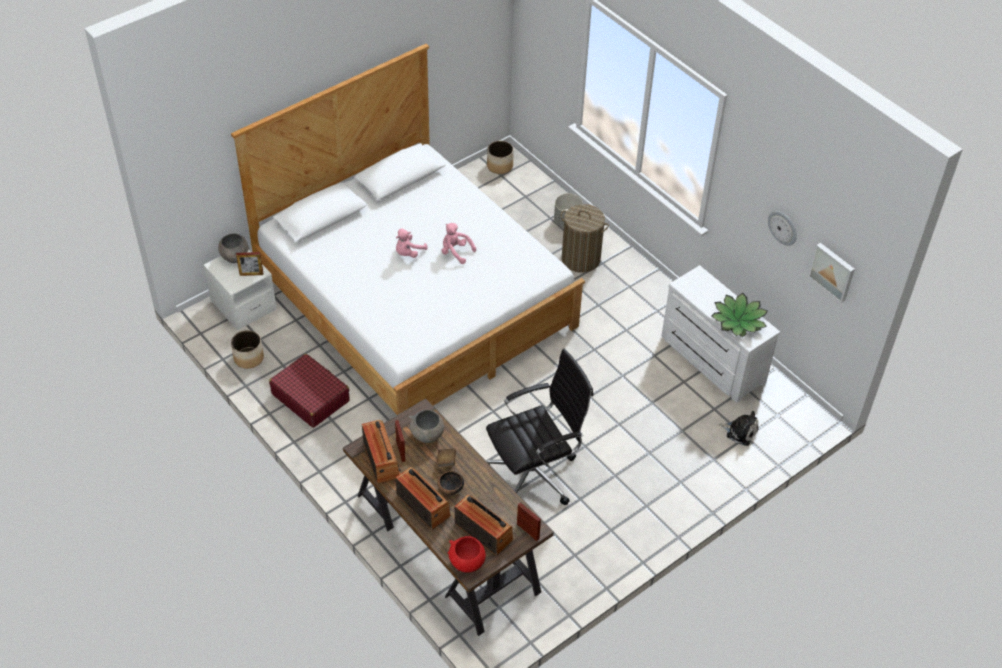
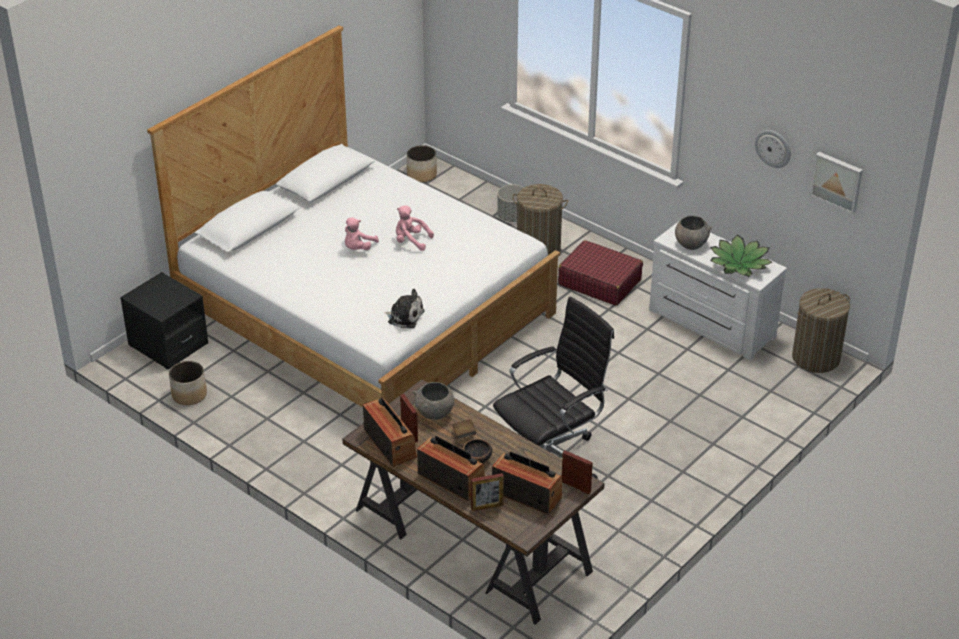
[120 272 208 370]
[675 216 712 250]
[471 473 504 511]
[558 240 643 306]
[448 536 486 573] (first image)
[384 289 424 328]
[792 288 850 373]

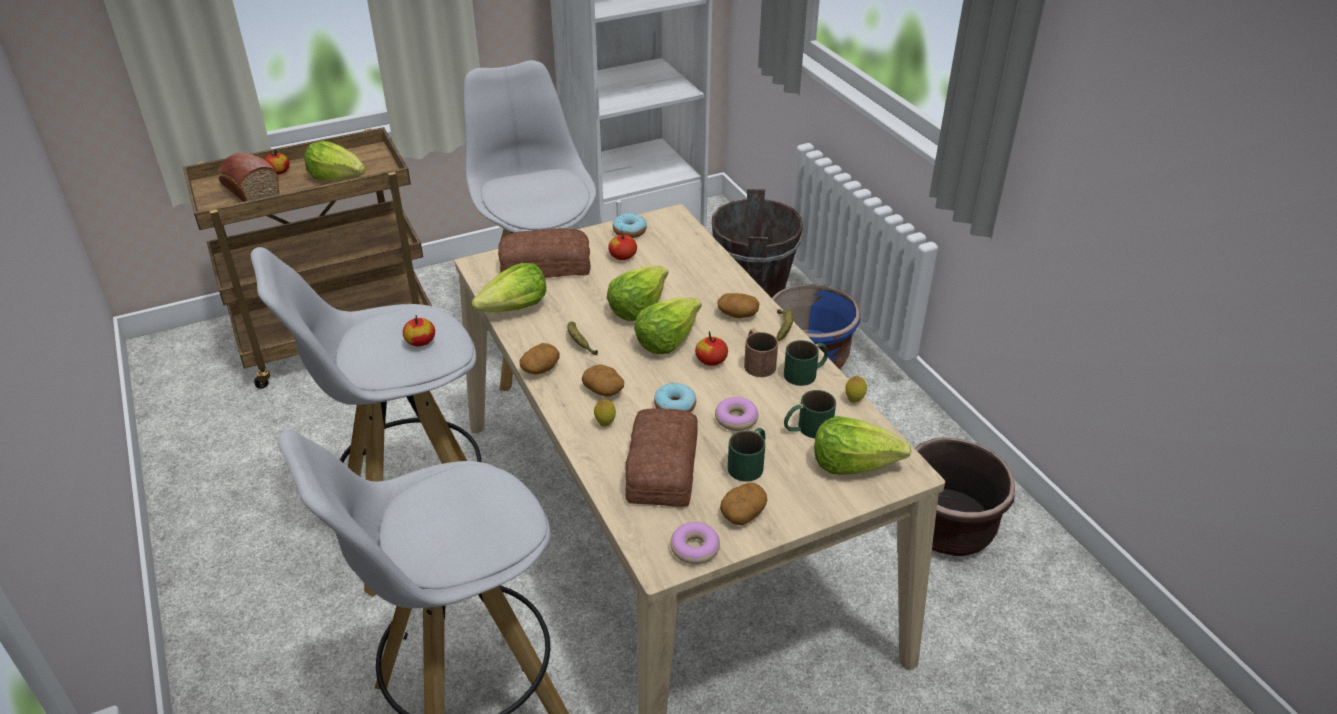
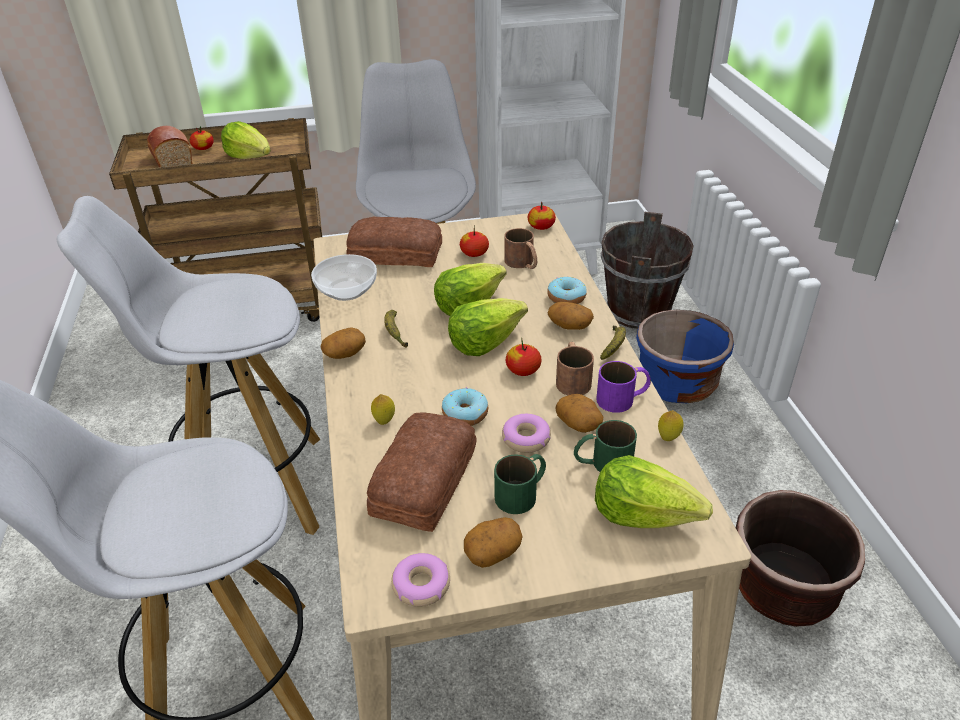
[528 202 556 230]
[311 254 377 301]
[555 394 603 433]
[547 276 587 304]
[596 361 651 413]
[504 228 537 269]

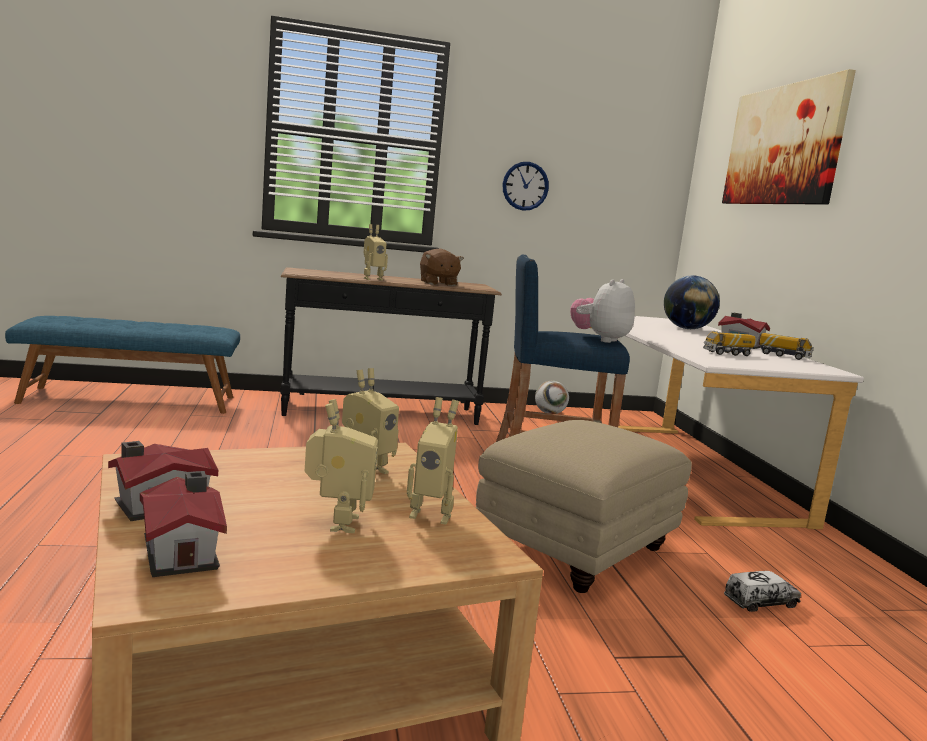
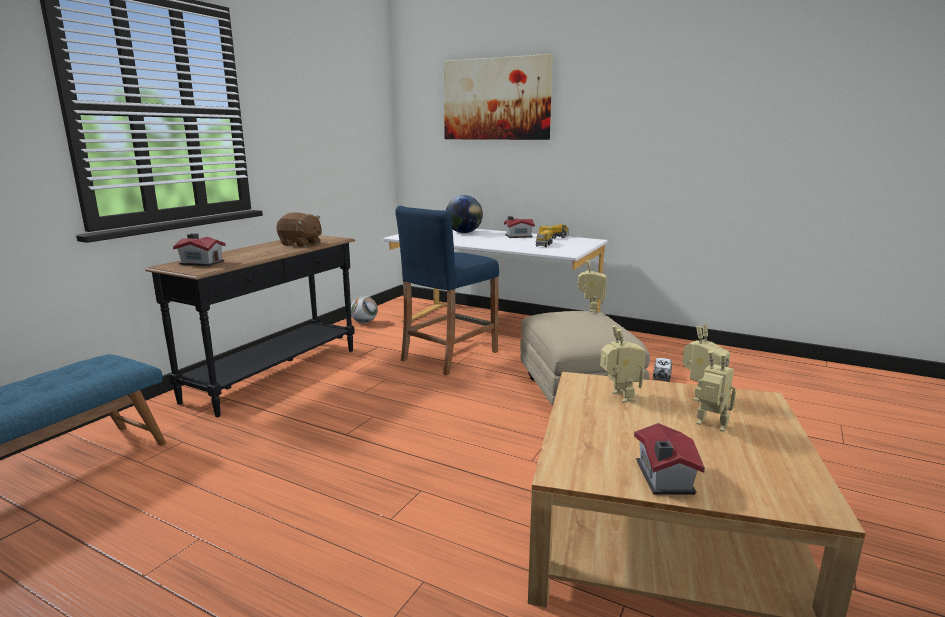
[173 233 226 266]
[578 260 607 313]
[503 162 549 211] (first image)
[570 279 635 343] (first image)

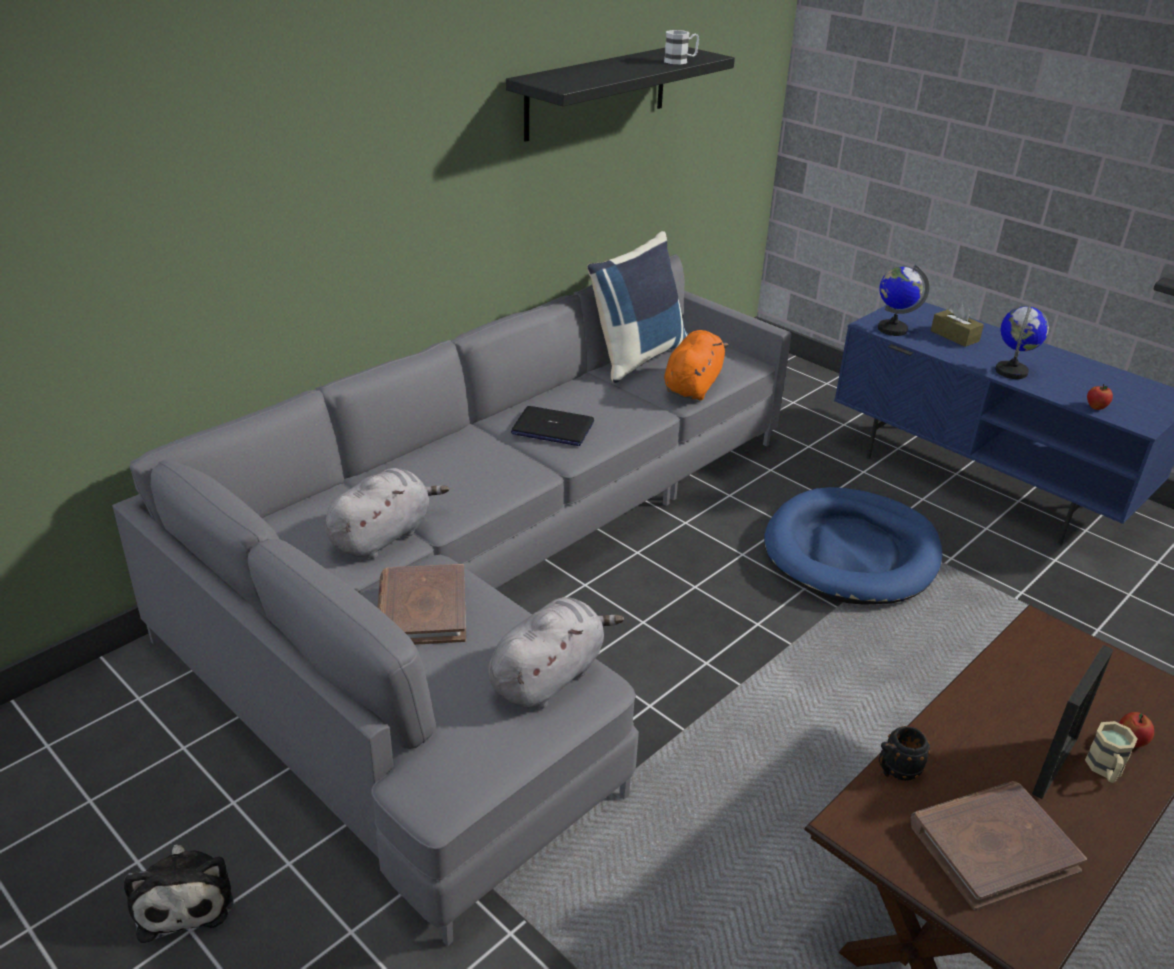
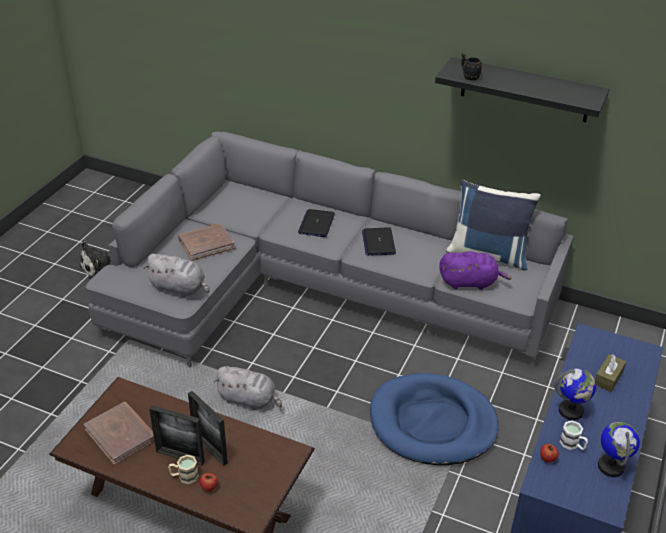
[214 366 282 410]
[559 421 588 450]
[439 251 512 290]
[598 422 640 477]
[461 53 482 80]
[188 391 228 466]
[298 209 335 237]

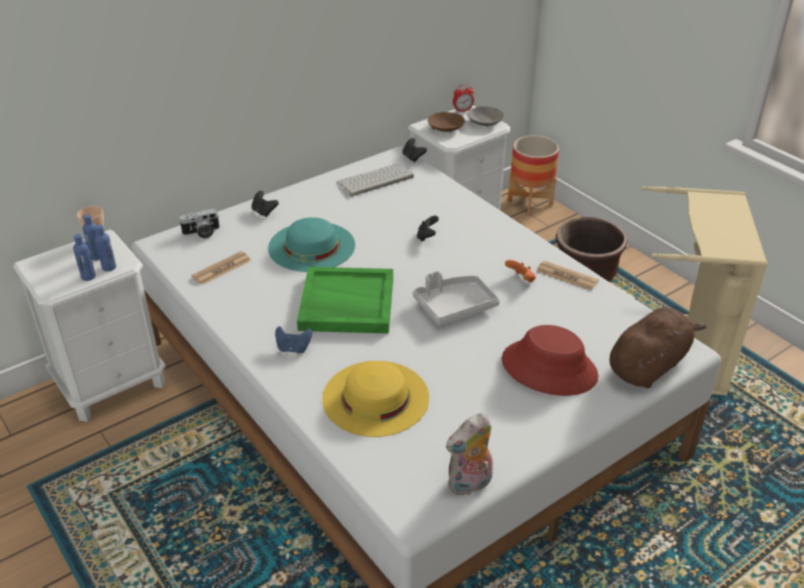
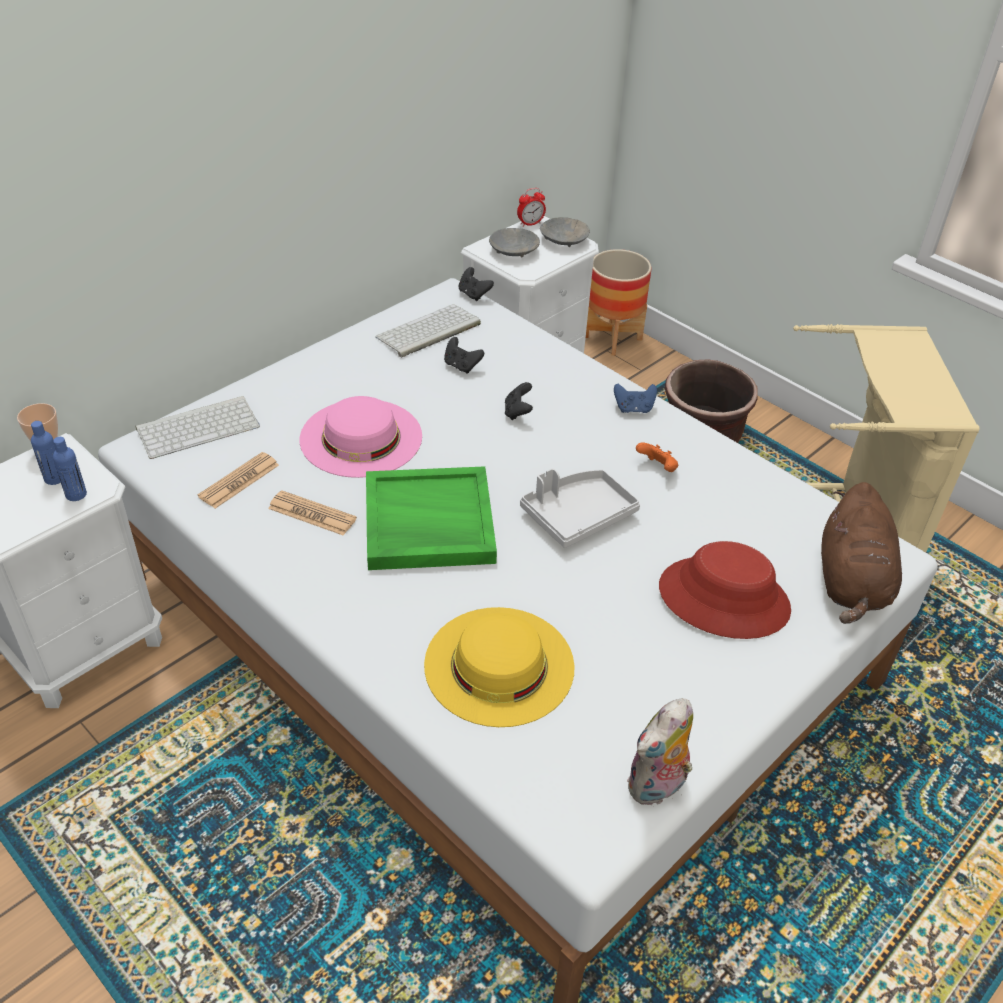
[73 234 96 281] (first image)
[135 396 260 459]
[444 337 484 374]
[300 396 422 478]
[614 383 657 413]
[489 228 540 257]
[268 490 357 536]
[821 482 902 624]

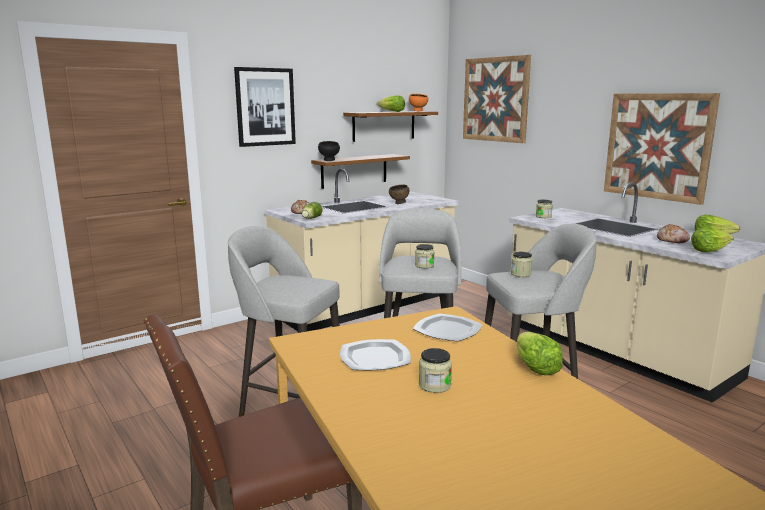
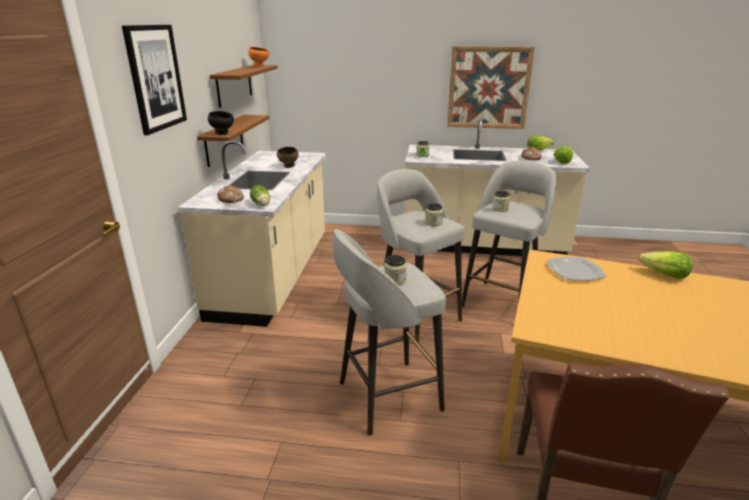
[340 339 411 370] (first image)
[378 95 405 112] (first image)
[384 255 407 285]
[463 55 531 143] (first image)

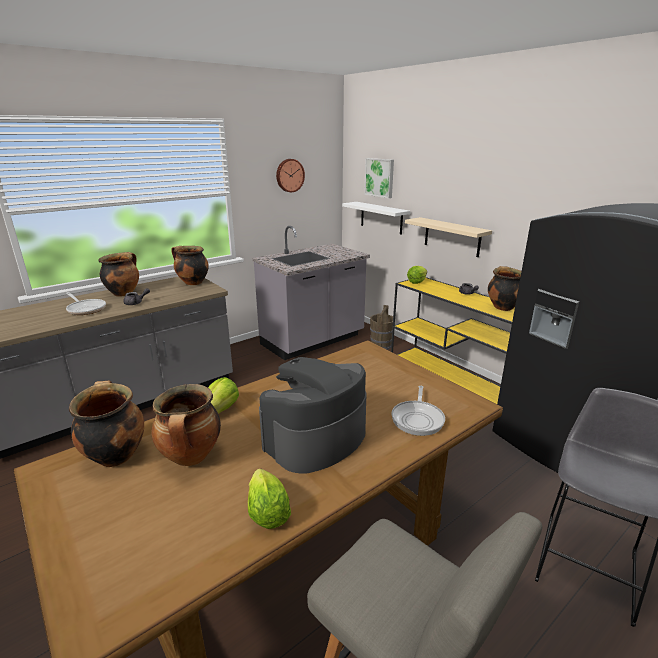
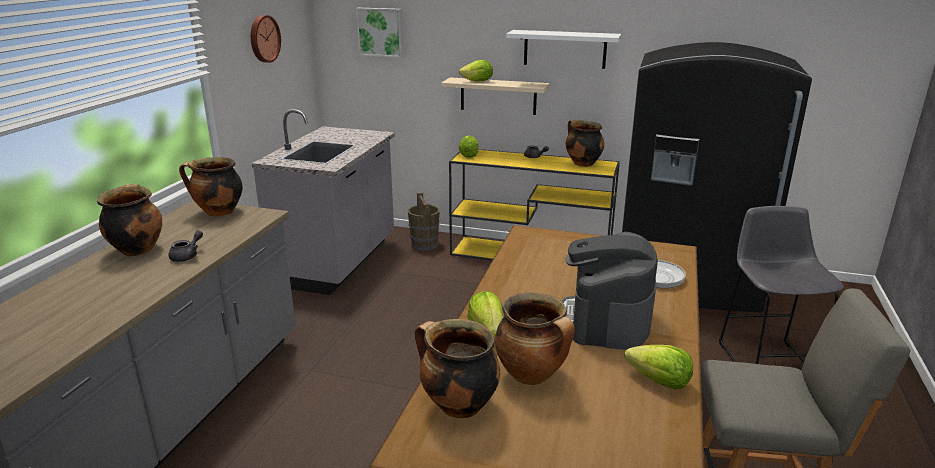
[66 292 106 315] (first image)
[506 30 621 69]
[459 60 493 82]

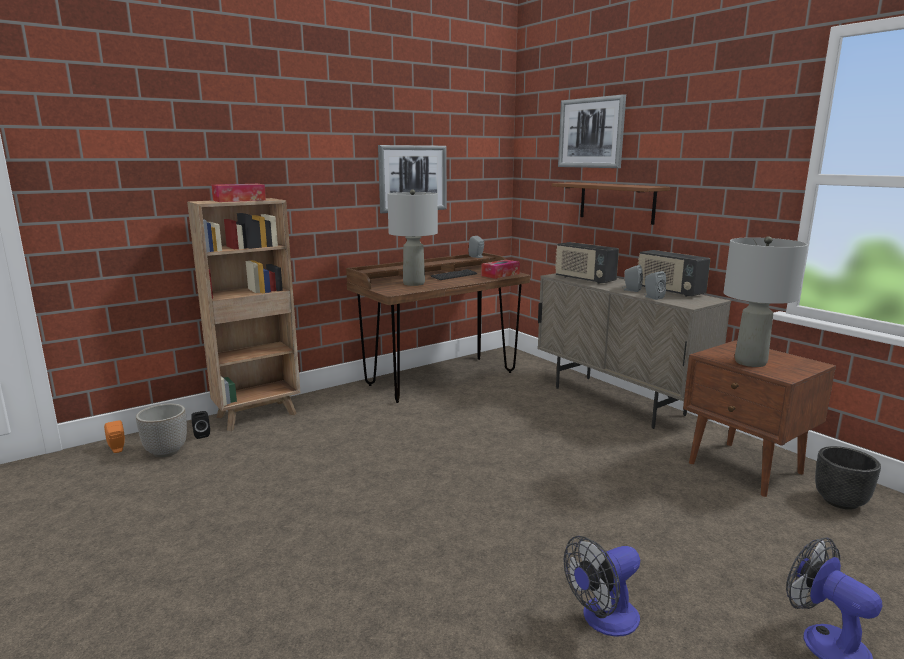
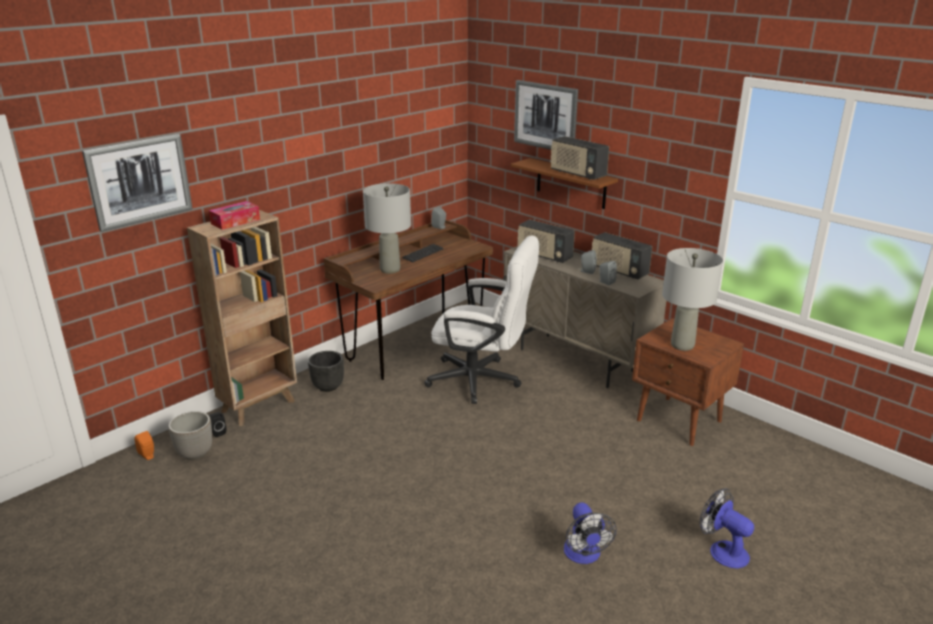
[82 134 193 232]
[481 260 520 279] (first image)
[564 503 617 564]
[308 351 344 392]
[424 236 539 404]
[550 136 609 180]

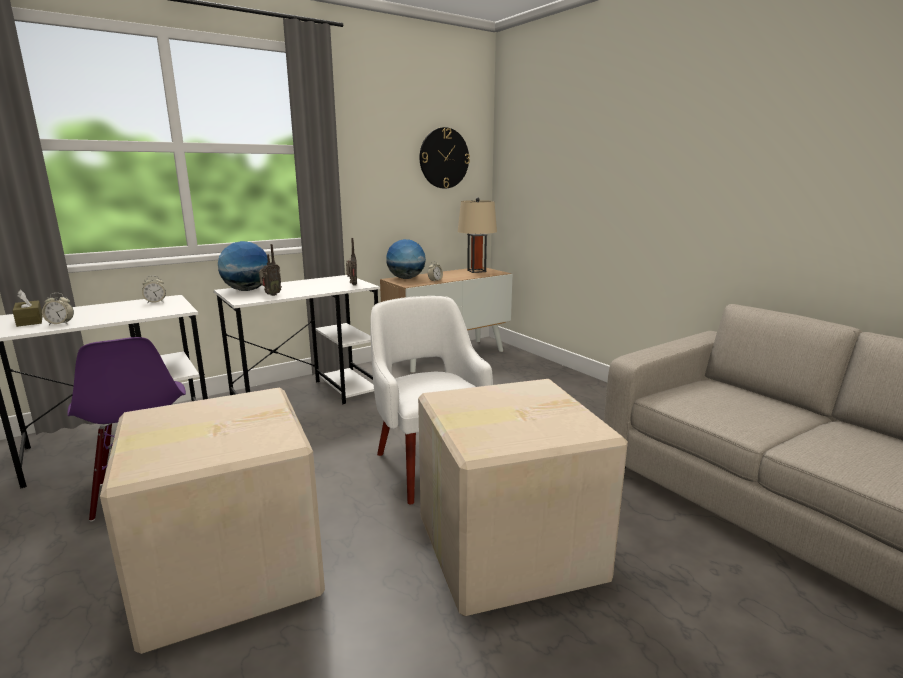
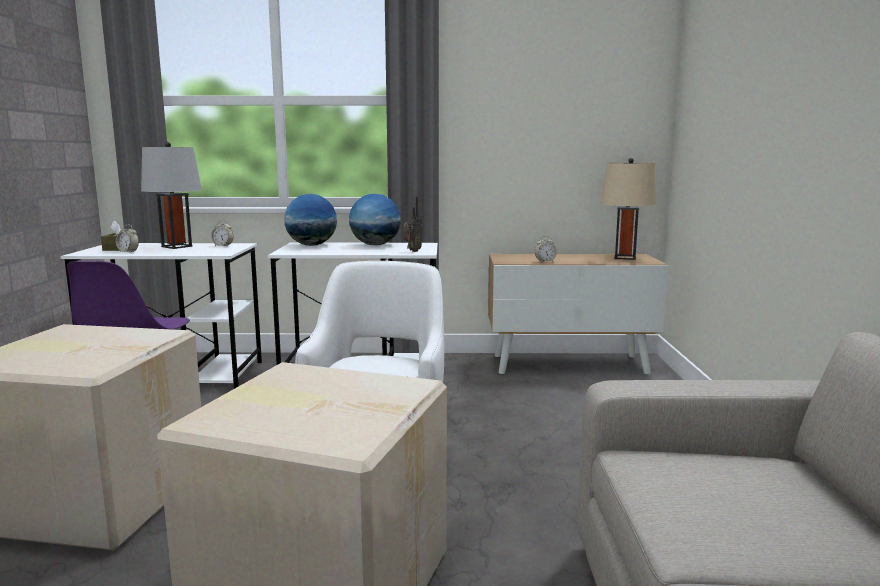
[259 244 282 296] (first image)
[349 194 401 245]
[420 127 470 189] (first image)
[141 142 202 249]

